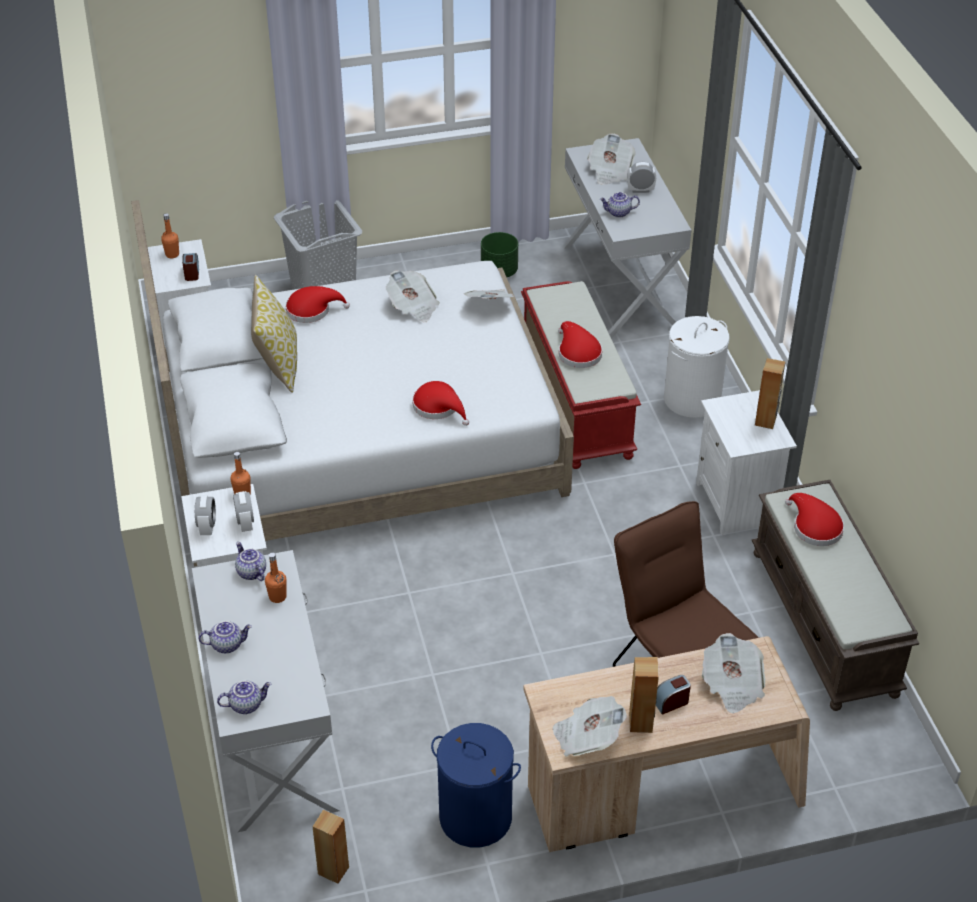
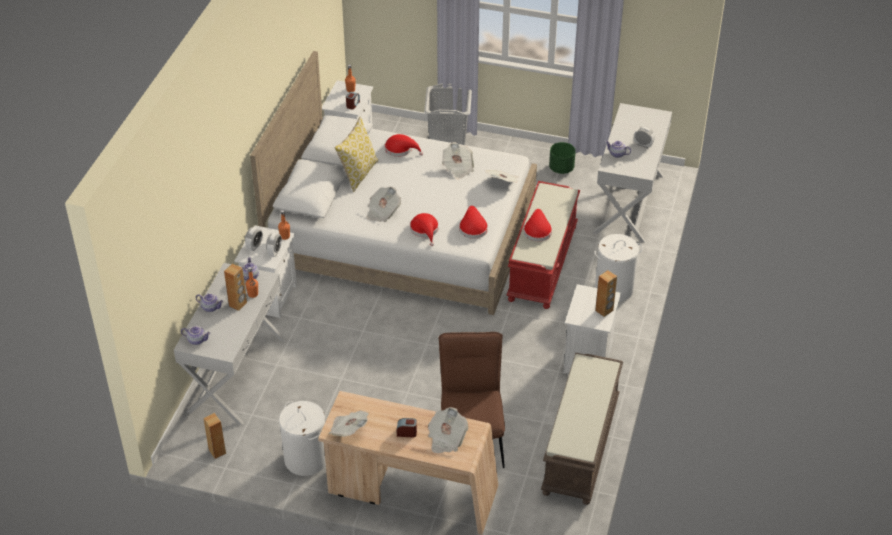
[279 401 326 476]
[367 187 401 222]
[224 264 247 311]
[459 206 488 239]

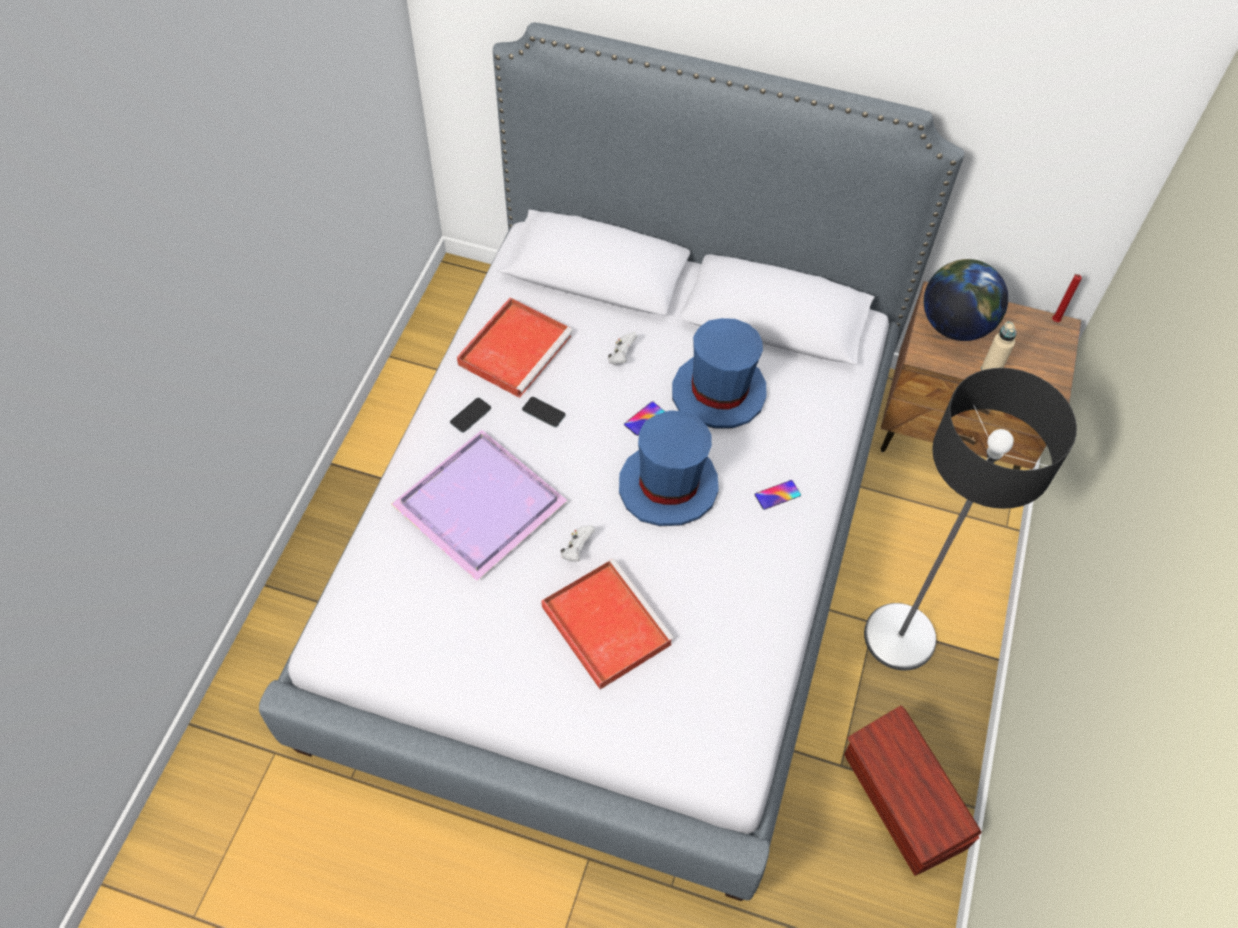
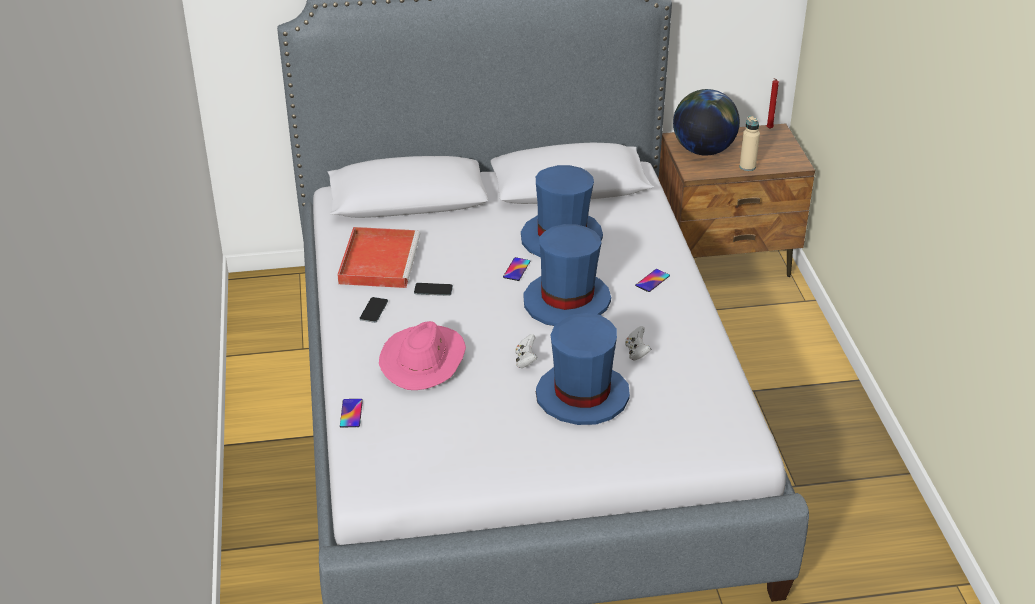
[379 321 466 390]
[536 313 630 425]
[625 326 651 360]
[844 705 982 876] (first image)
[864 368 1077 671] (first image)
[340 399 363 427]

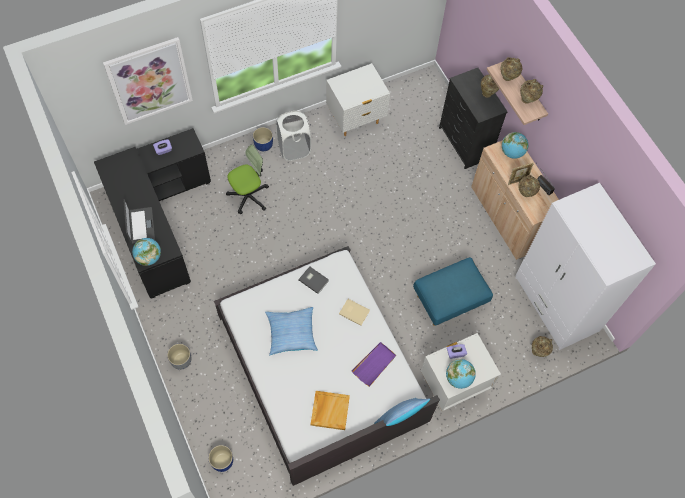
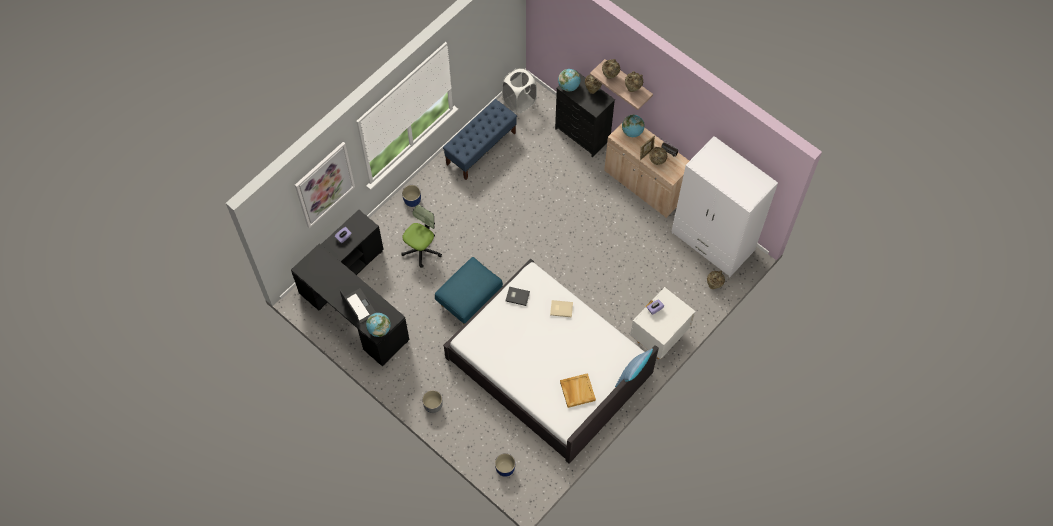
[265 307 318 355] (first image)
[502 68 537 114]
[443 99 517 180]
[352 342 396 387] (first image)
[435 257 503 325]
[558 69 580 92]

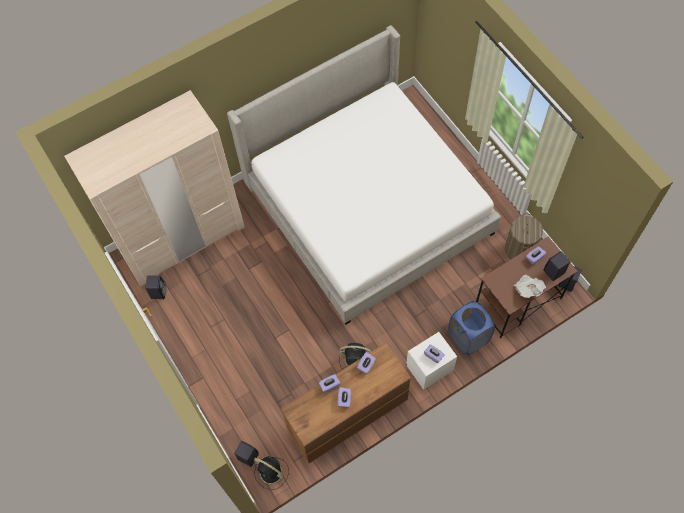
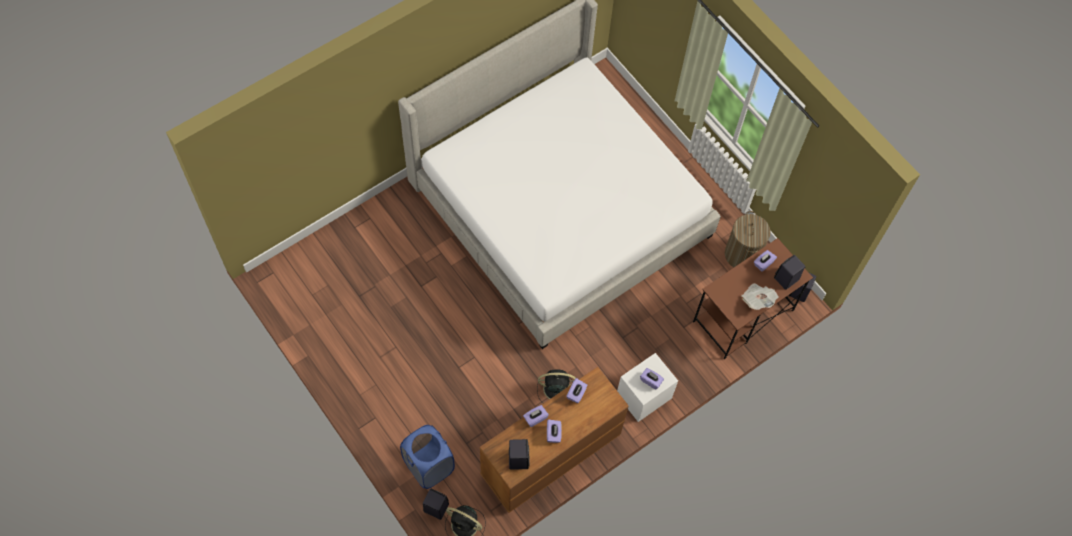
[64 90 245 286] (first image)
[509 439 530 470]
[400 425 455 489]

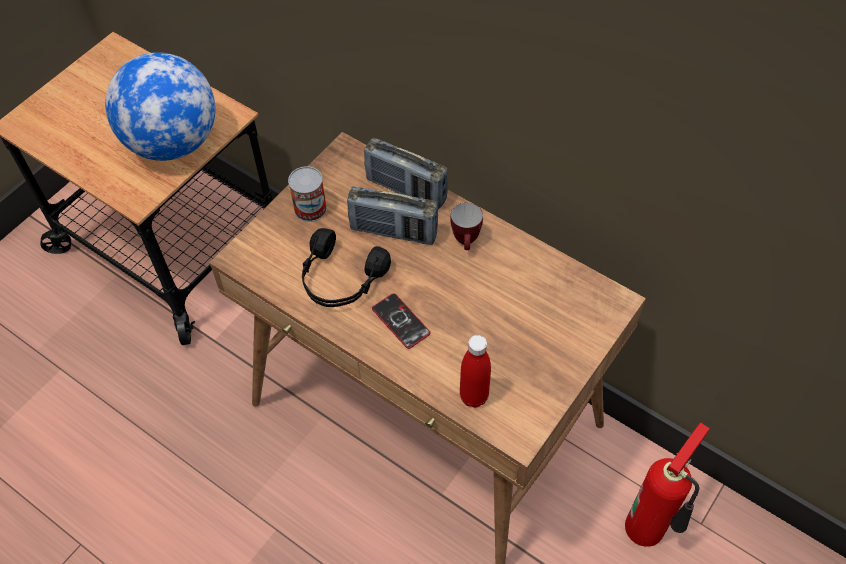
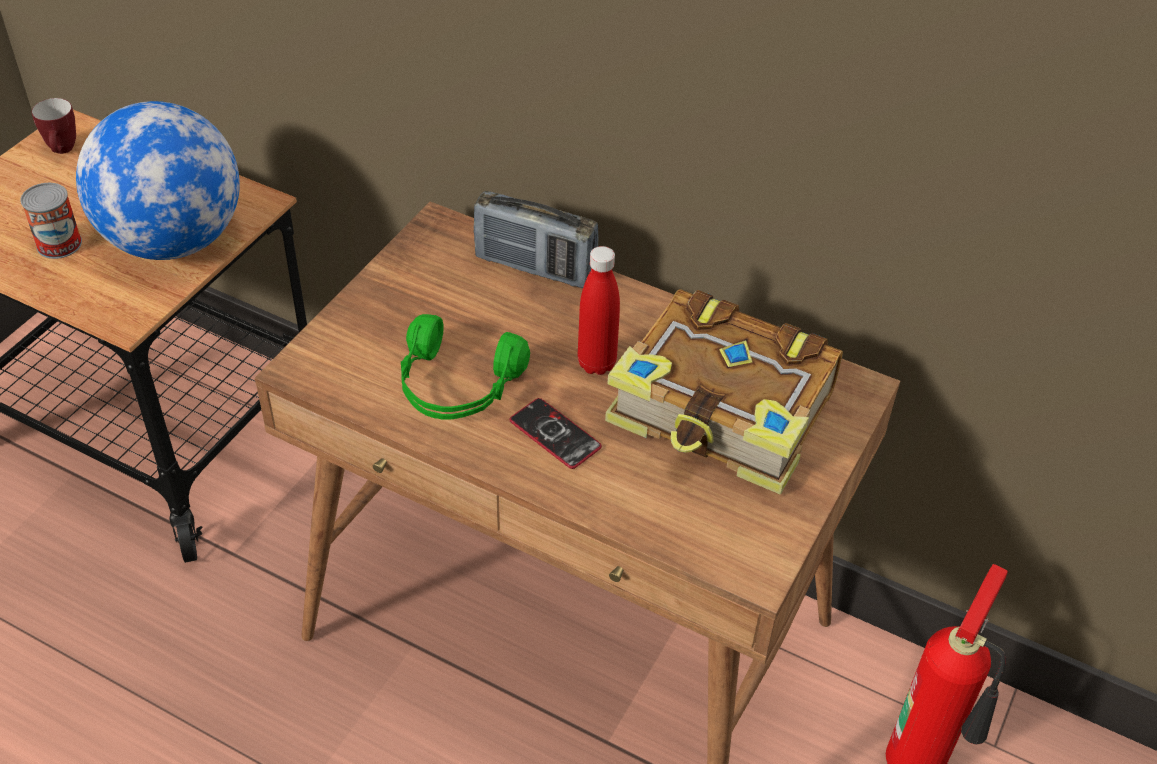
[20 183 82 259]
[401 314 530 420]
[347 186 438 245] (first image)
[32 98 76 154]
[578 246 620 375]
[605 289 843 495]

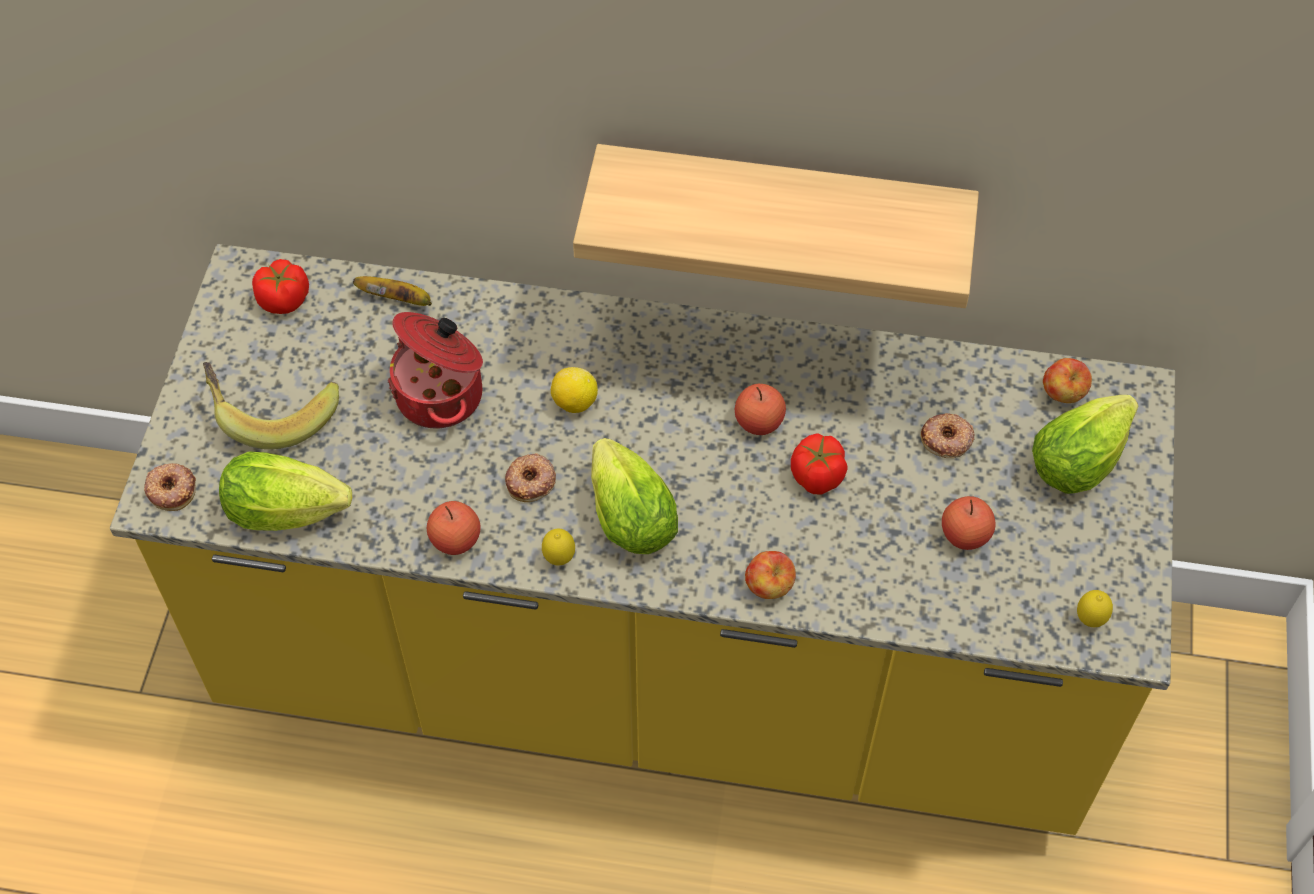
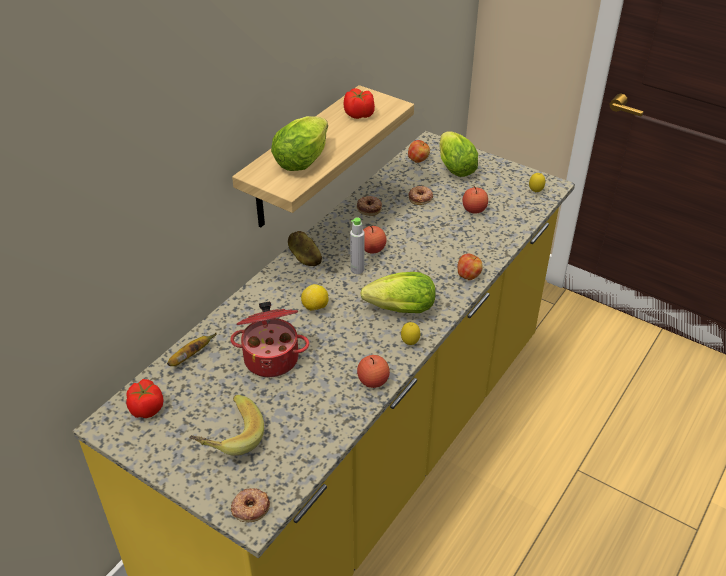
[271 116 328 171]
[357 196 382 216]
[344 88 375 119]
[288 231 322 266]
[350 217 364 274]

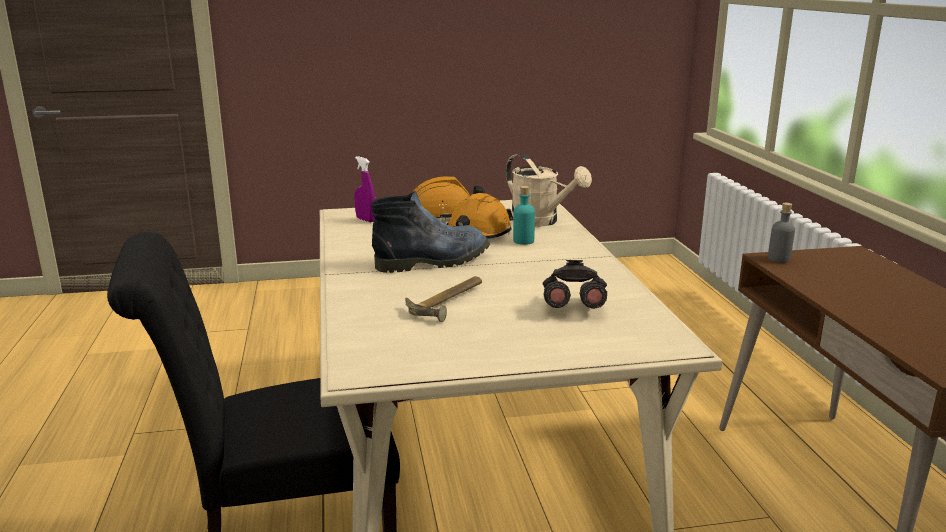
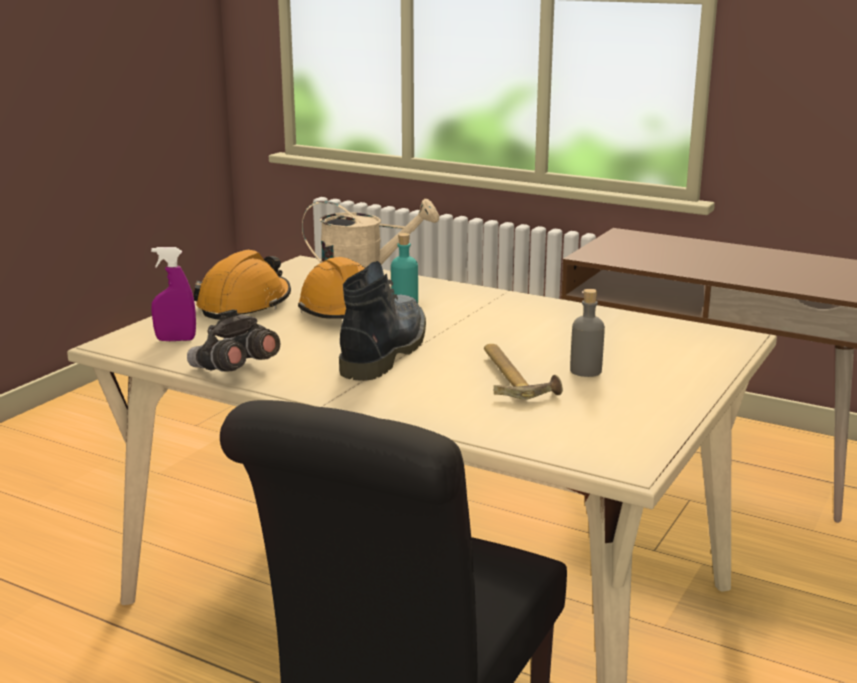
[187 310 280 371]
[570 289 605 377]

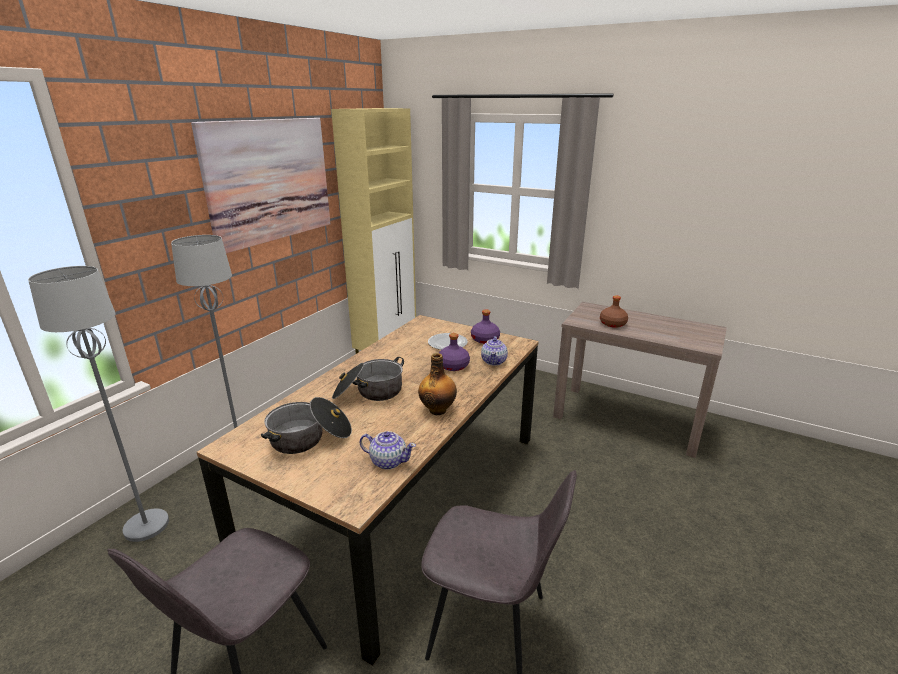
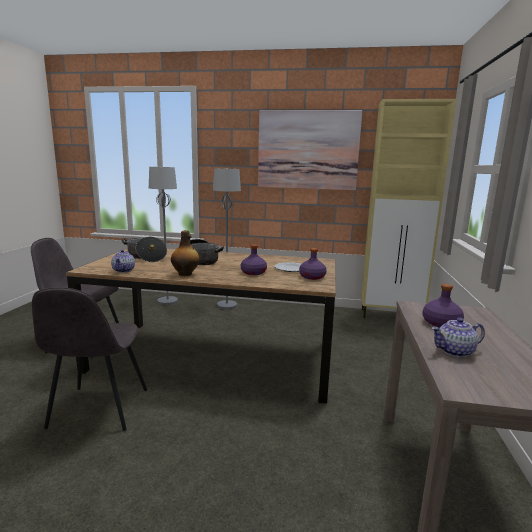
[431 318 485 357]
[422 284 464 328]

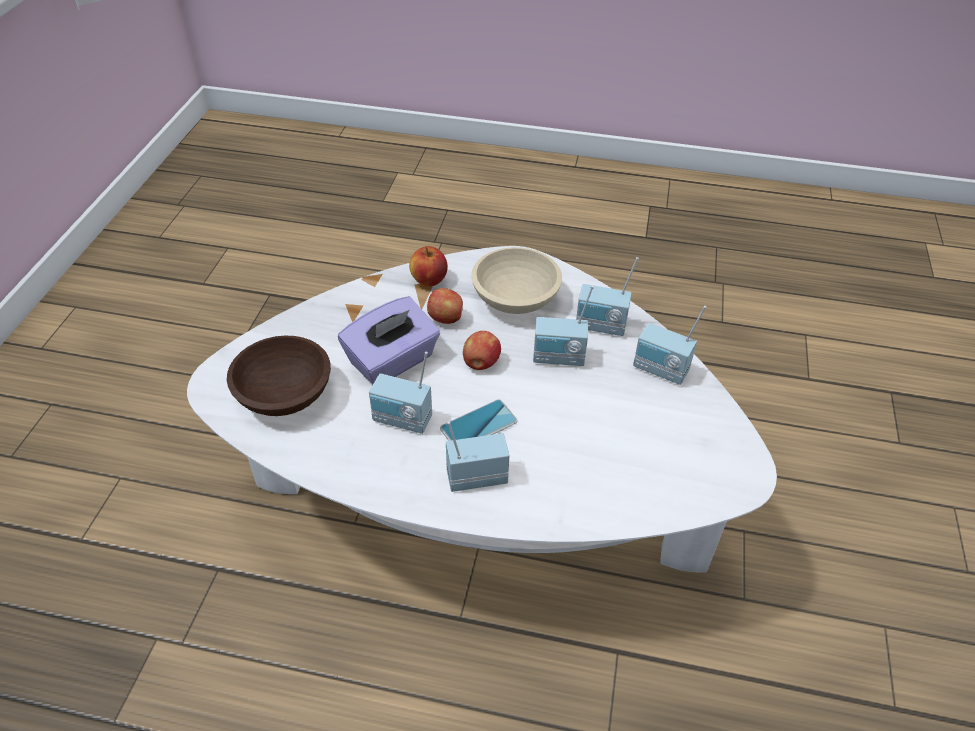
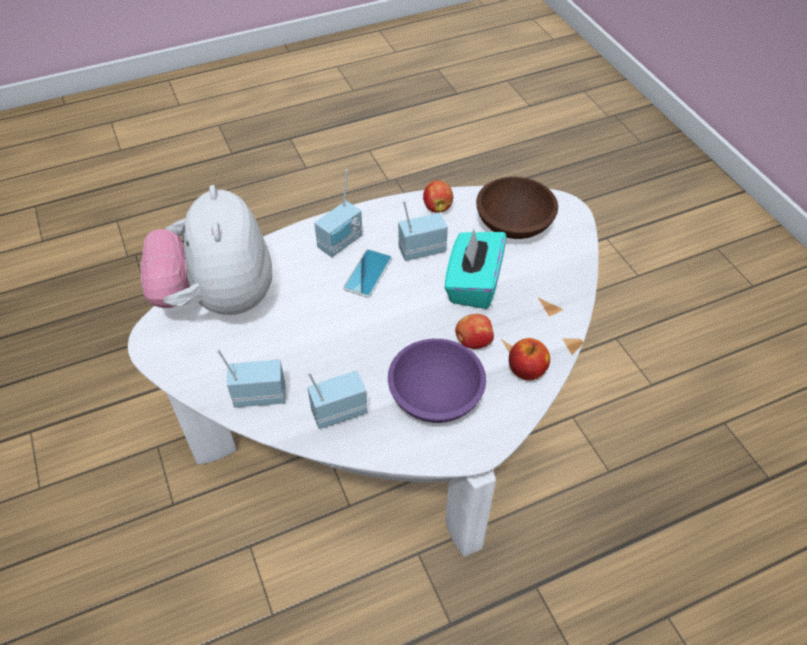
[445 229 506 309]
[423 180 453 212]
[388 339 486 423]
[533 286 594 366] (first image)
[141 185 272 315]

